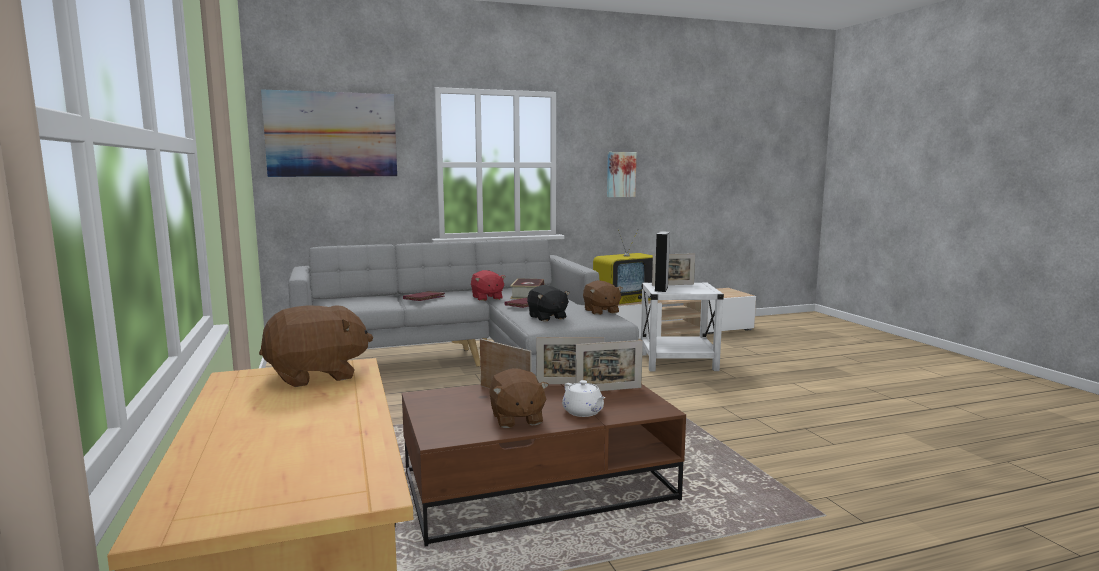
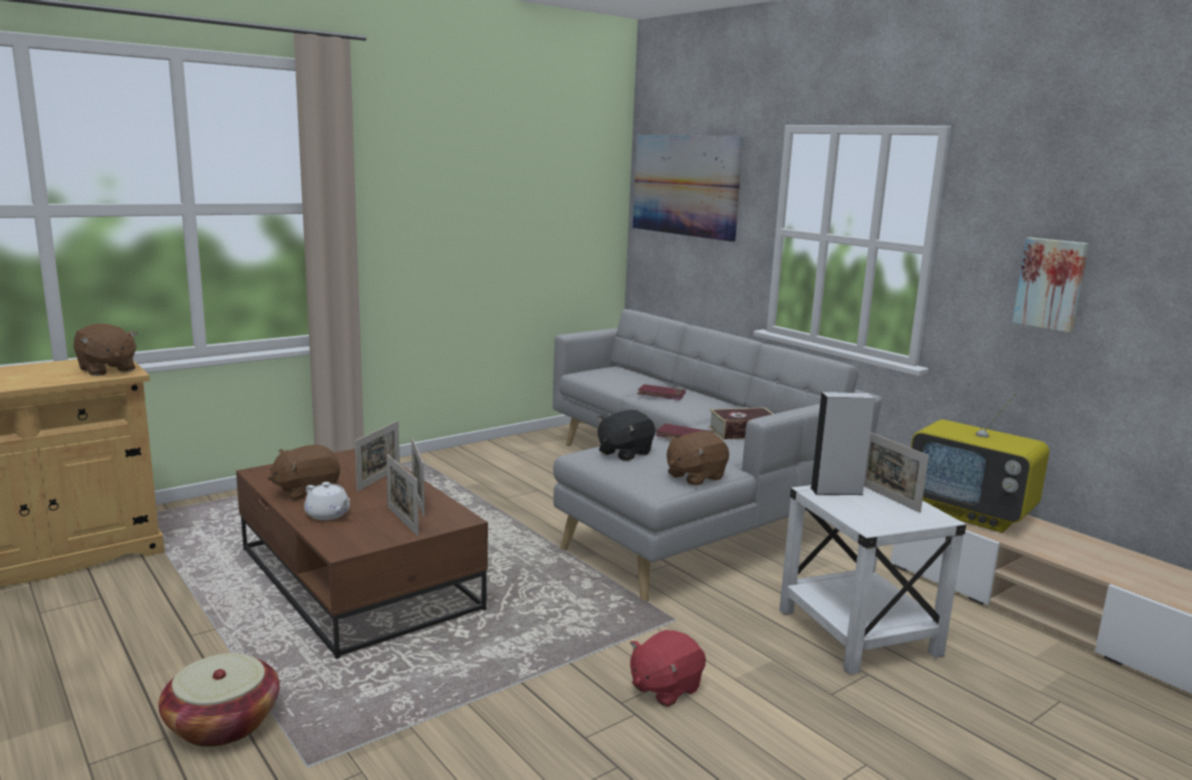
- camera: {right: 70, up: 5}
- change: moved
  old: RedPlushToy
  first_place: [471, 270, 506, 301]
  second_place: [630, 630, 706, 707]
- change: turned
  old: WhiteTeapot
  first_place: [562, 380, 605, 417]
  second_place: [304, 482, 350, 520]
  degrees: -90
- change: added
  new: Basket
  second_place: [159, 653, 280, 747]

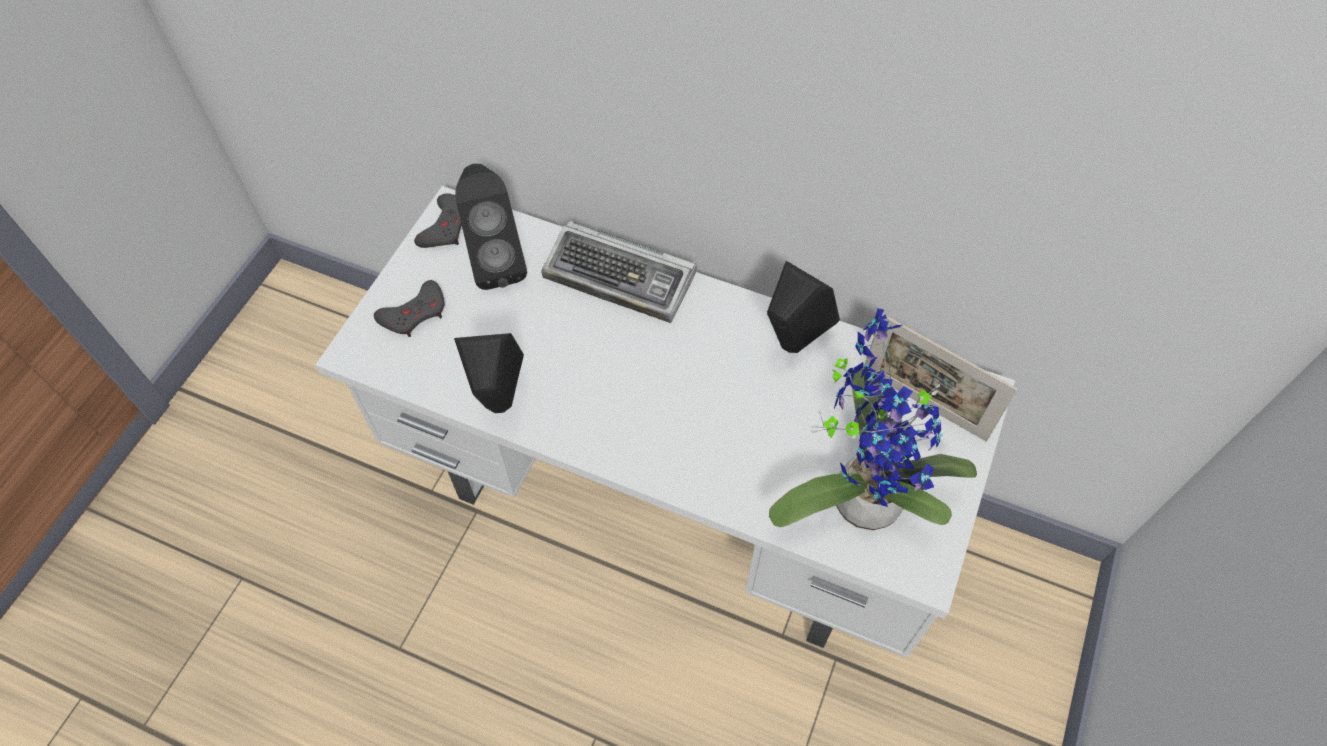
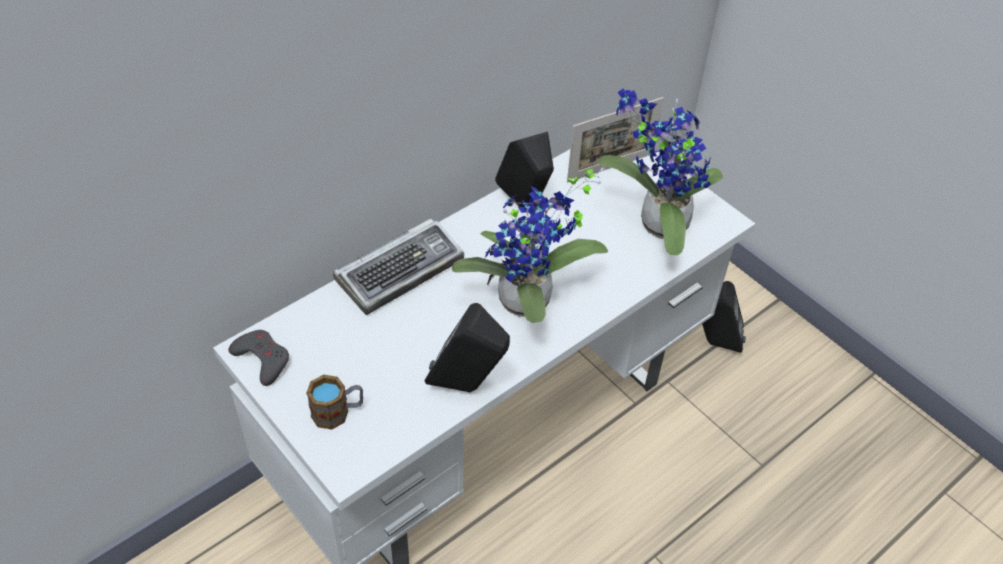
- camera: {right: -65, up: -10}
- change: moved
  old: BlackSpeaker
  first_place: [455, 164, 527, 290]
  second_place: [702, 281, 746, 353]
- change: replaced
  old: GreyGameController
  new: Mug
  first_place: [374, 280, 445, 337]
  second_place: [306, 375, 363, 429]
- change: added
  new: PottedPlant
  second_place: [452, 168, 608, 323]

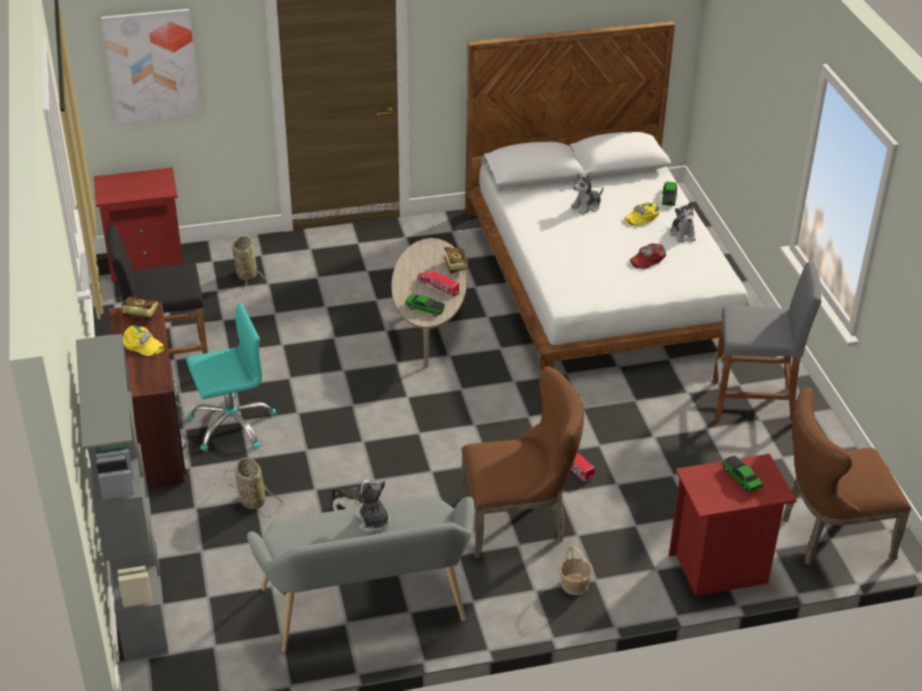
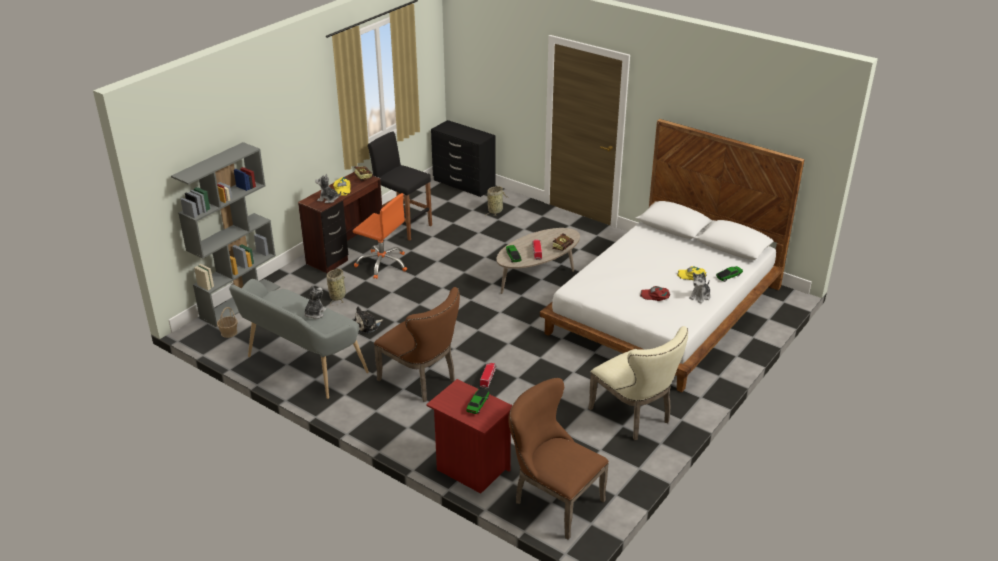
- camera: {right: 50, up: -5}
- change: removed
  old: Picture
  first_place: [101, 9, 201, 124]
- change: replaced
  old: RedNightstand
  new: BlackDresser
  first_place: [94, 167, 183, 282]
  second_place: [431, 120, 496, 197]
- change: moved
  old: PlushToy
  first_place: [571, 173, 604, 215]
  second_place: [315, 174, 341, 203]
- change: replaced
  old: GreyStool
  new: BeigeChair
  first_place: [713, 261, 821, 425]
  second_place: [588, 326, 688, 440]
- change: recoloured
  old: TurquoiseOfficeChair
  new: OrangeOfficeChair
  first_place: [186, 302, 277, 452]
  second_place: [353, 193, 407, 279]
- change: moved
  old: Basket
  first_place: [559, 546, 593, 595]
  second_place: [217, 307, 238, 338]

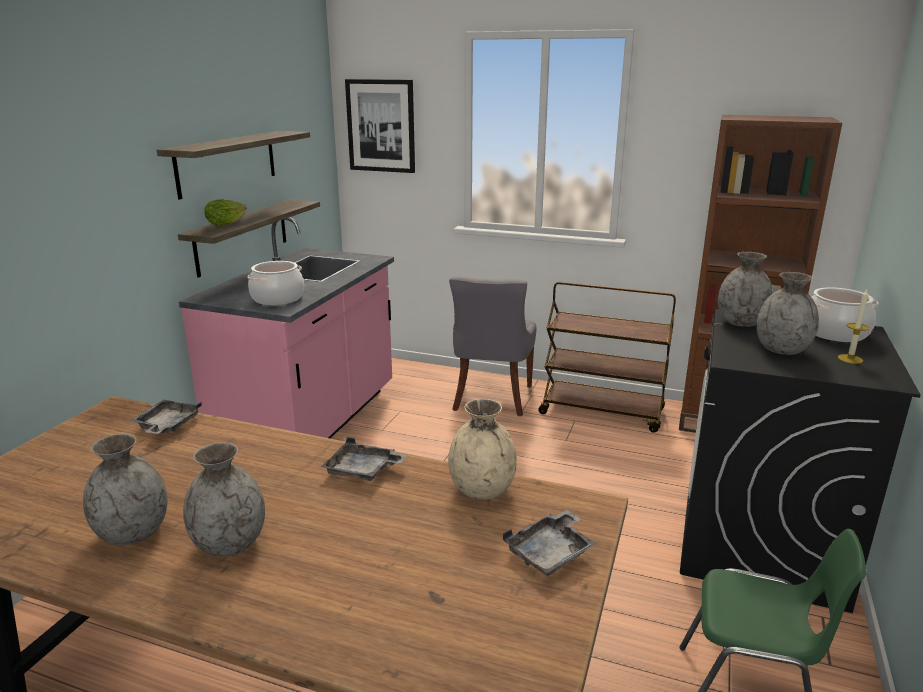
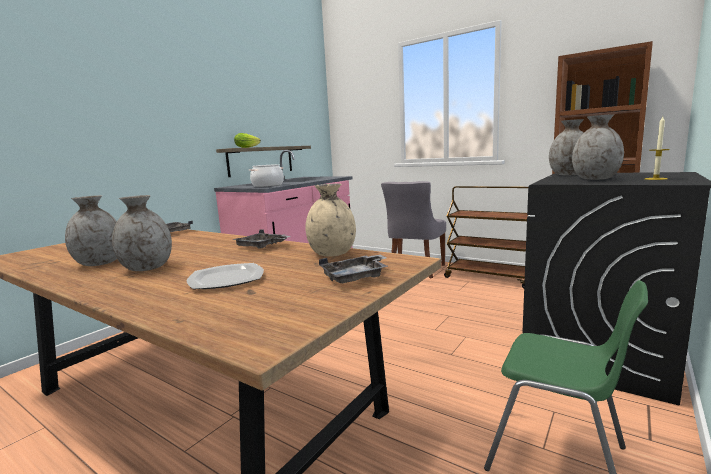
- camera: {right: 15, up: -10}
- change: removed
  old: Picture
  first_place: [345, 79, 415, 173]
- change: removed
  old: Shelf
  first_place: [157, 131, 310, 200]
- change: removed
  old: CookingPot
  first_place: [812, 287, 879, 342]
- change: added
  new: Plate
  second_place: [186, 263, 264, 289]

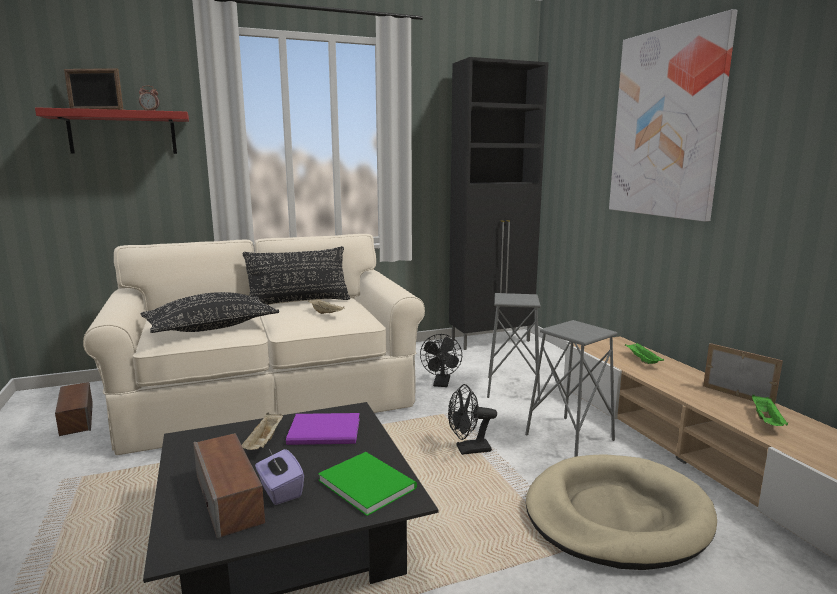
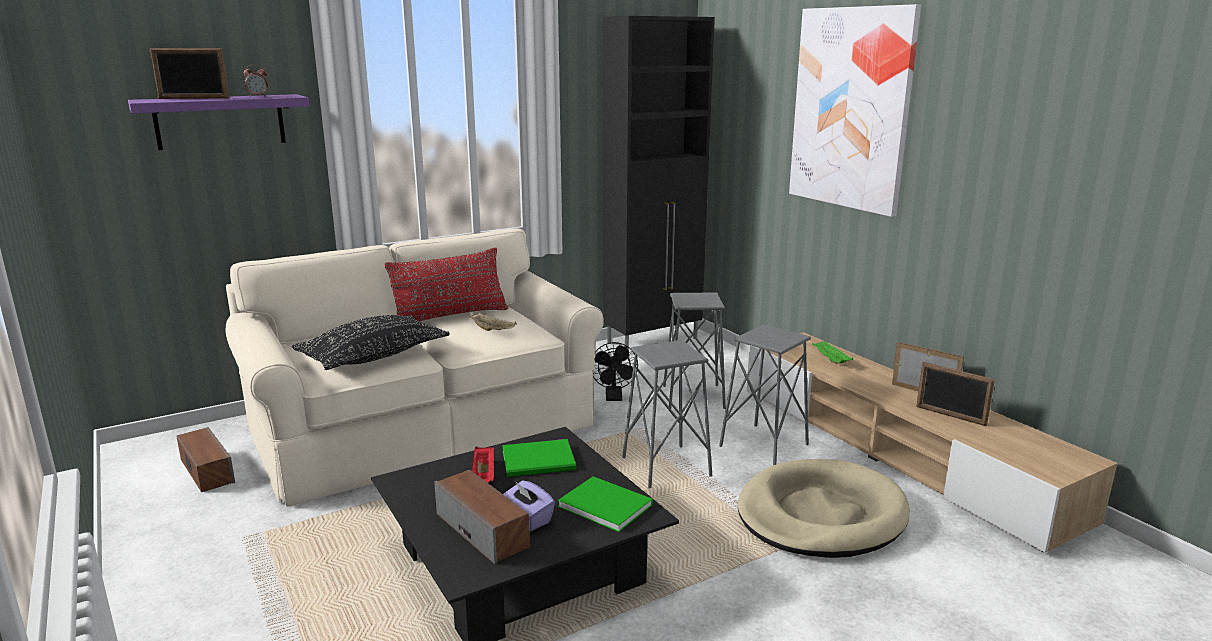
- camera: {right: -10, up: 5}
- change: recoloured
  old: RedShelf
  new: PurpleShelf
  first_place: [35, 107, 189, 154]
  second_place: [128, 94, 309, 150]
- change: recoloured
  old: BlackPillow
  new: RedPillow
  first_place: [243, 246, 350, 305]
  second_place: [385, 248, 508, 322]
- change: replaced
  old: BlackFan
  new: GreyStool
  first_place: [448, 384, 497, 455]
  second_place: [622, 340, 712, 488]
- change: replaced
  old: GreenTray
  new: PictureFrame
  first_place: [752, 394, 789, 426]
  second_place: [916, 362, 995, 426]
- change: recoloured
  old: BeigeTray
  new: RedTray
  first_place: [242, 412, 283, 450]
  second_place: [472, 446, 494, 483]
- change: recoloured
  old: PurpleBook
  new: GreenBook
  first_place: [286, 413, 360, 445]
  second_place: [502, 439, 576, 477]

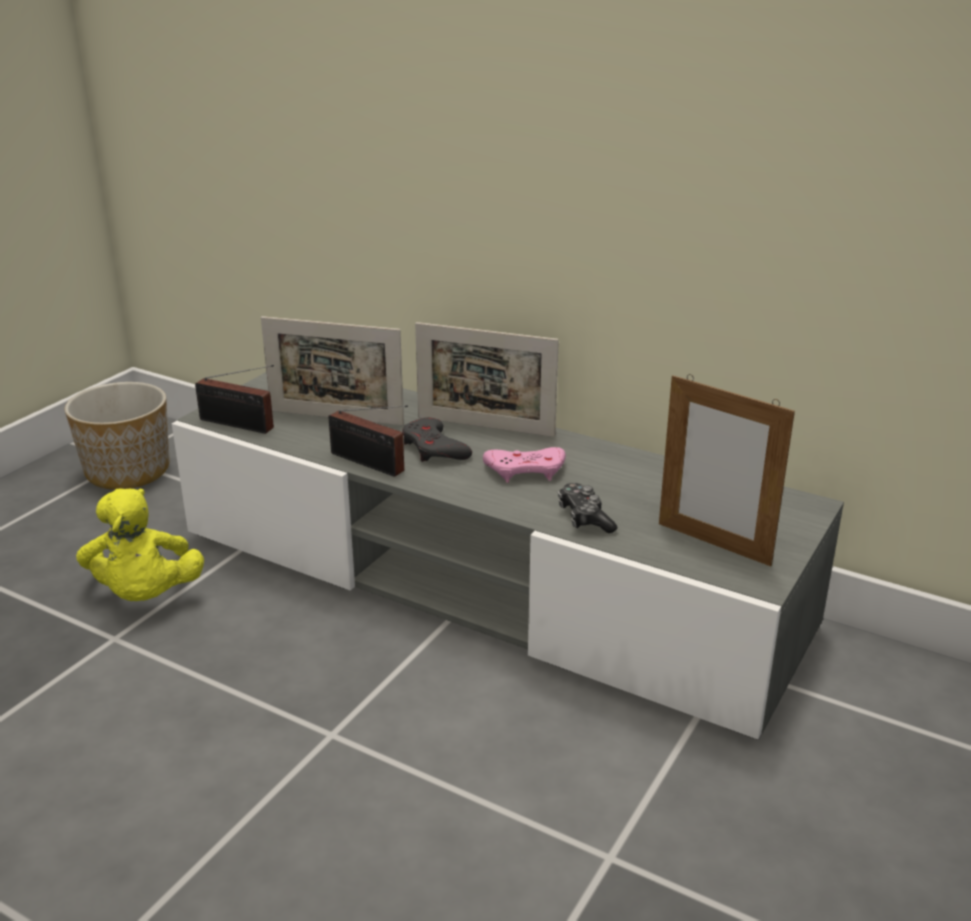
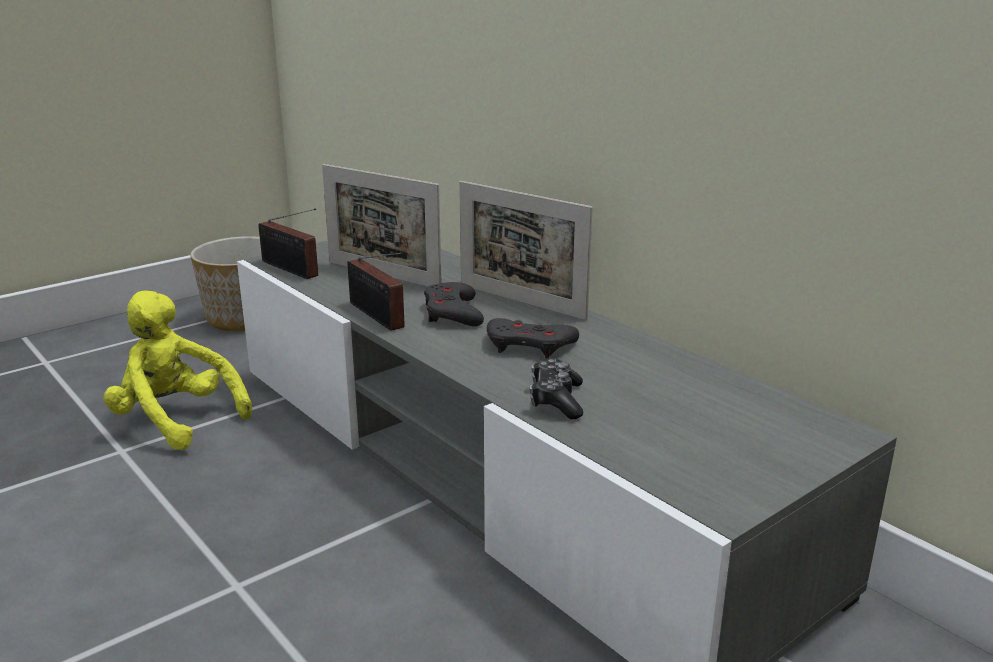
- camera: {right: 20, up: -5}
- change: removed
  old: PictureFrame
  first_place: [659, 374, 795, 566]
- change: recoloured
  old: PinkGameController
  new: GreyGameController
  first_place: [483, 447, 566, 483]
  second_place: [487, 318, 579, 358]
- change: turned
  old: YellowPlushToy
  first_place: [76, 489, 204, 601]
  second_place: [103, 291, 252, 450]
  degrees: 120

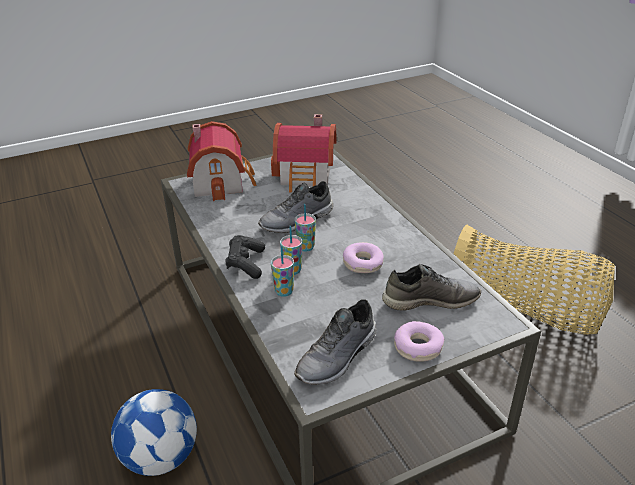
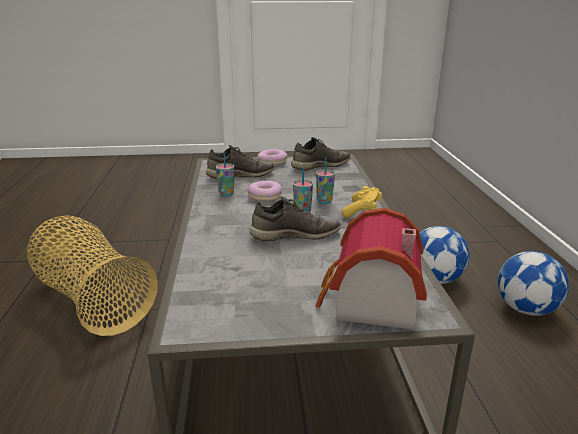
- camera: {right: -160, up: -10}
- change: removed
  old: ToyHouse
  first_place: [271, 114, 337, 193]
- change: recoloured
  old: BlackGameController
  new: YellowGameController
  first_place: [225, 235, 265, 279]
  second_place: [341, 186, 382, 218]
- change: moved
  old: Cup
  first_place: [271, 246, 294, 297]
  second_place: [216, 151, 234, 197]
- change: turned
  old: GreyShoe
  first_place: [382, 264, 481, 311]
  second_place: [206, 145, 275, 179]
  degrees: 150
- change: added
  new: Football
  second_place: [498, 251, 569, 316]

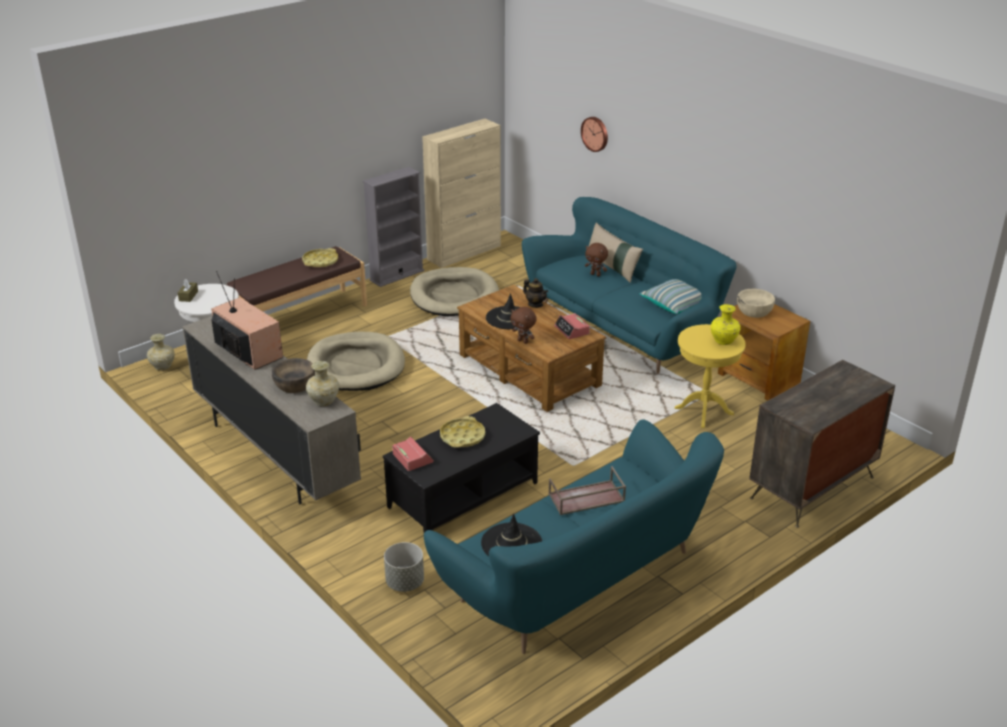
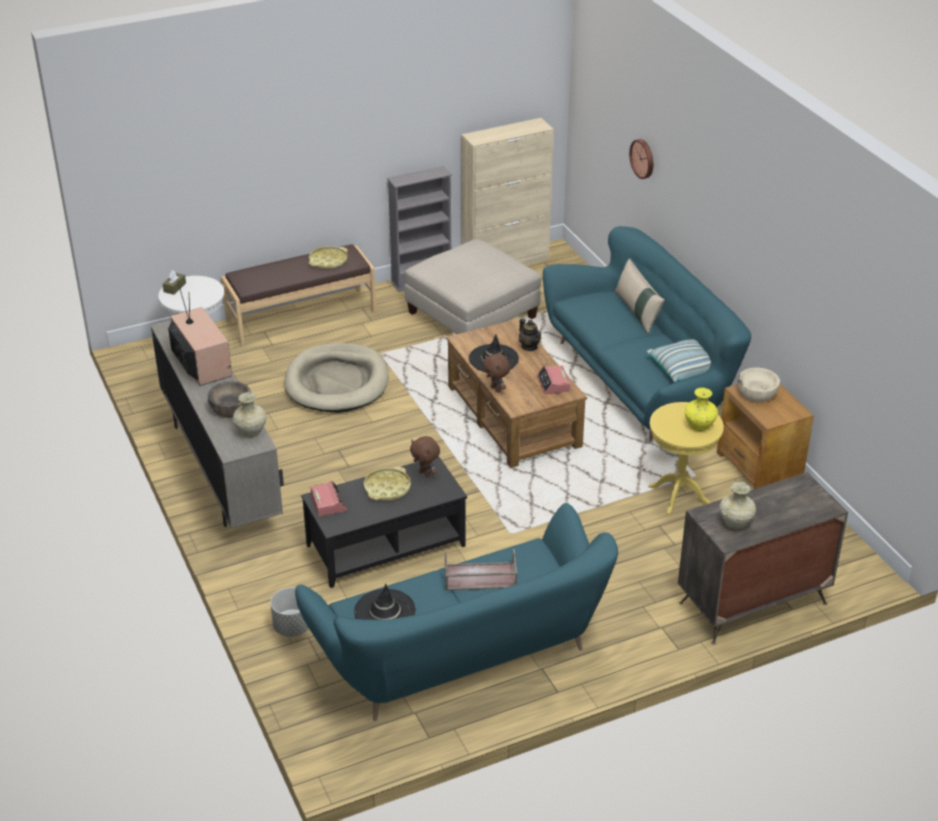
- camera: {right: 15, up: 5}
- change: moved
  old: BrownPlushToy
  first_place: [585, 243, 608, 276]
  second_place: [410, 436, 440, 477]
- change: replaced
  old: BeigeDogBed
  new: BeigeOttoman
  first_place: [410, 267, 499, 316]
  second_place: [405, 239, 541, 334]
- change: moved
  old: BeigeVase
  first_place: [147, 334, 175, 370]
  second_place: [720, 482, 756, 530]

